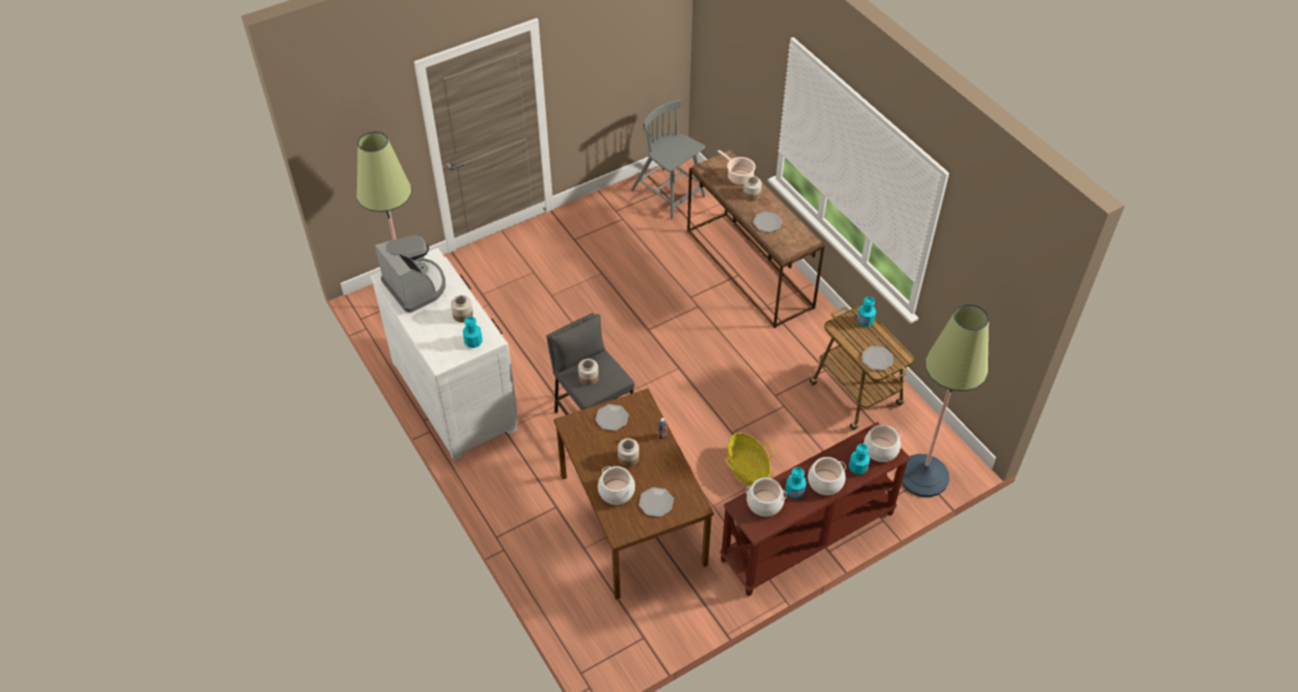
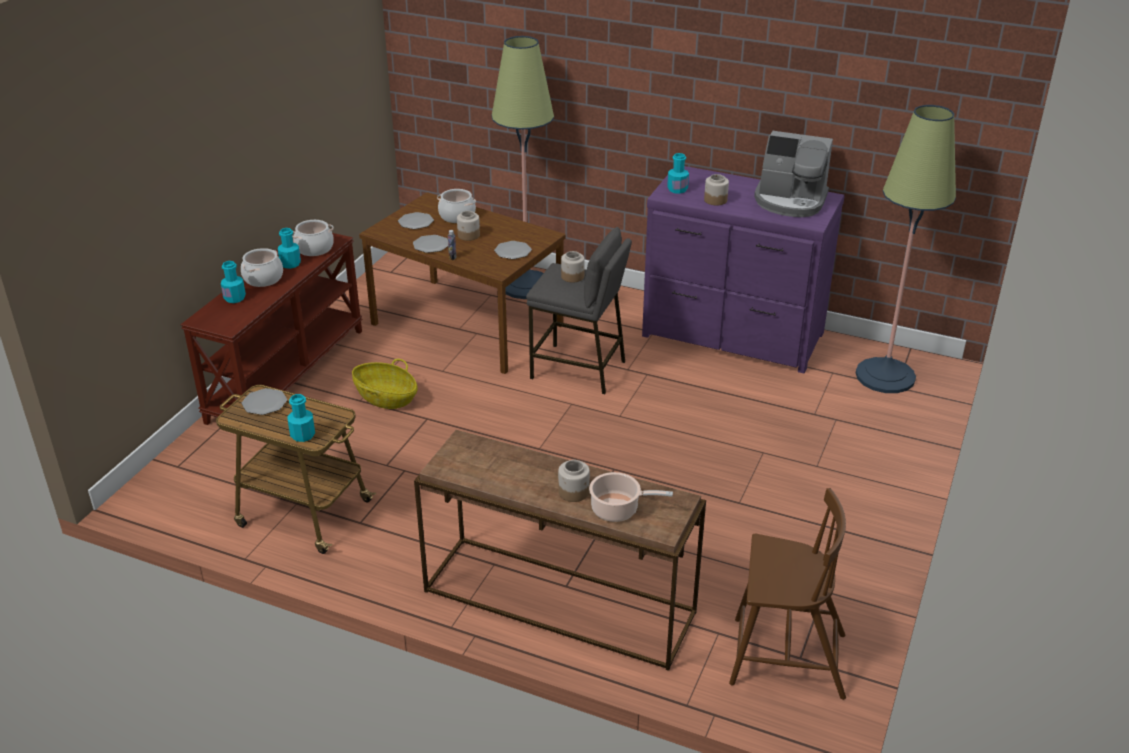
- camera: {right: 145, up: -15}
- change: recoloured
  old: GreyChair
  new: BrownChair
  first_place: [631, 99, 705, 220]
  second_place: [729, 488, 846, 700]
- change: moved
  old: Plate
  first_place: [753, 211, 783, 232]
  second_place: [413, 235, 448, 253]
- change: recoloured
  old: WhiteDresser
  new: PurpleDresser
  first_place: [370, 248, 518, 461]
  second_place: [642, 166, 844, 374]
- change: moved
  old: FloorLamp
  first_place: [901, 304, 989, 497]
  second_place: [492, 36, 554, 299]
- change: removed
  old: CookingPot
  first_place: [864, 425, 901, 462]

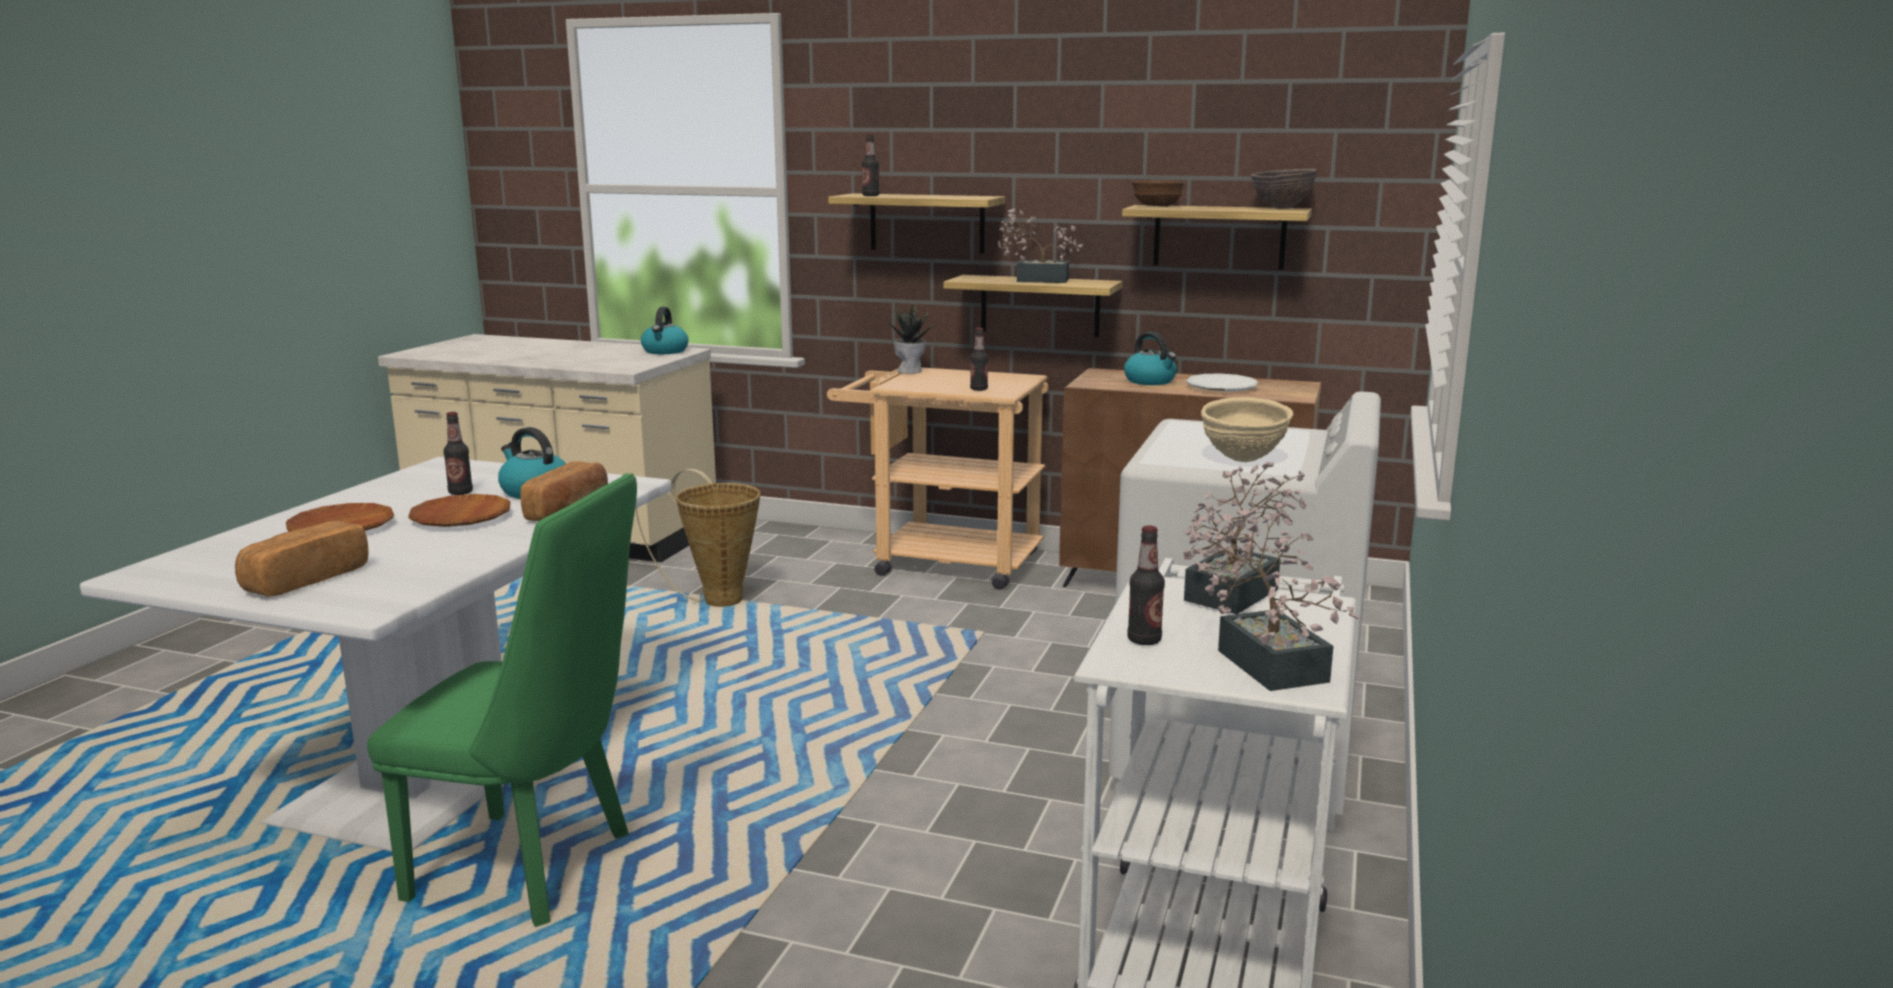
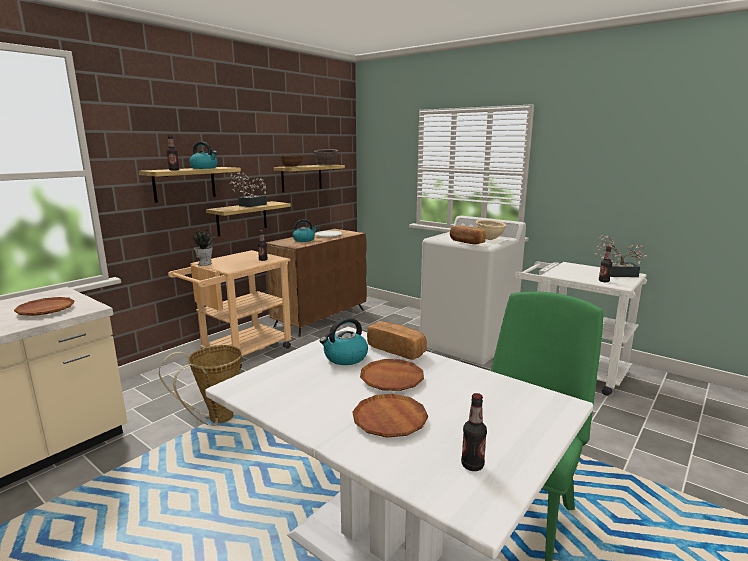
- camera: {right: -70, up: 0}
- change: moved
  old: Kettle
  first_place: [641, 307, 689, 354]
  second_place: [189, 142, 218, 169]
- change: moved
  old: Bottle
  first_place: [443, 412, 473, 495]
  second_place: [461, 393, 487, 471]
- change: removed
  old: PottedPlant
  first_place: [1183, 461, 1306, 614]
- change: moved
  old: Bread
  first_place: [235, 521, 368, 597]
  second_place: [450, 225, 486, 245]
- change: added
  new: BrownPlate
  second_place: [14, 297, 75, 316]

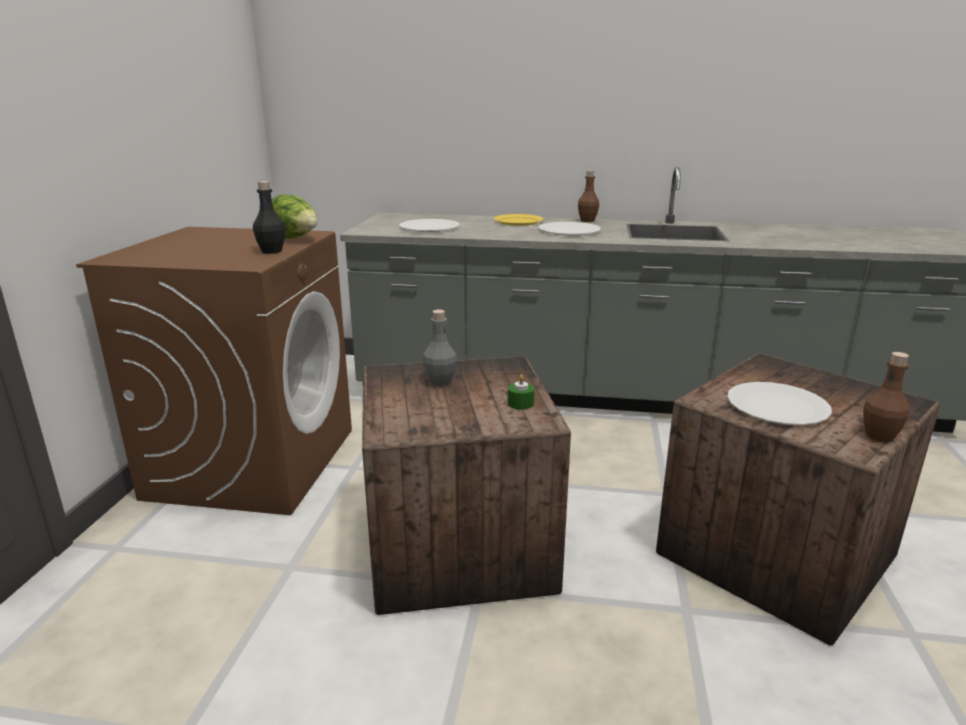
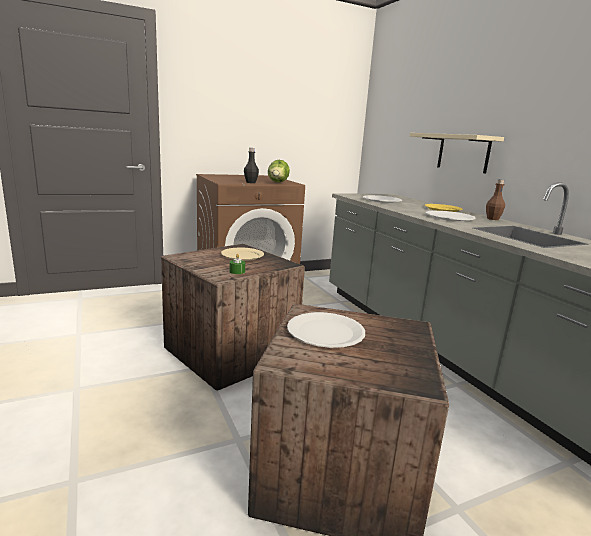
- camera: {right: 55, up: -5}
- change: replaced
  old: GreyBottle
  new: BeigePlate
  first_place: [423, 310, 457, 387]
  second_place: [221, 248, 264, 261]
- change: removed
  old: BrownBottle
  first_place: [863, 352, 910, 442]
- change: added
  new: BeigeShelf
  second_place: [410, 133, 504, 174]

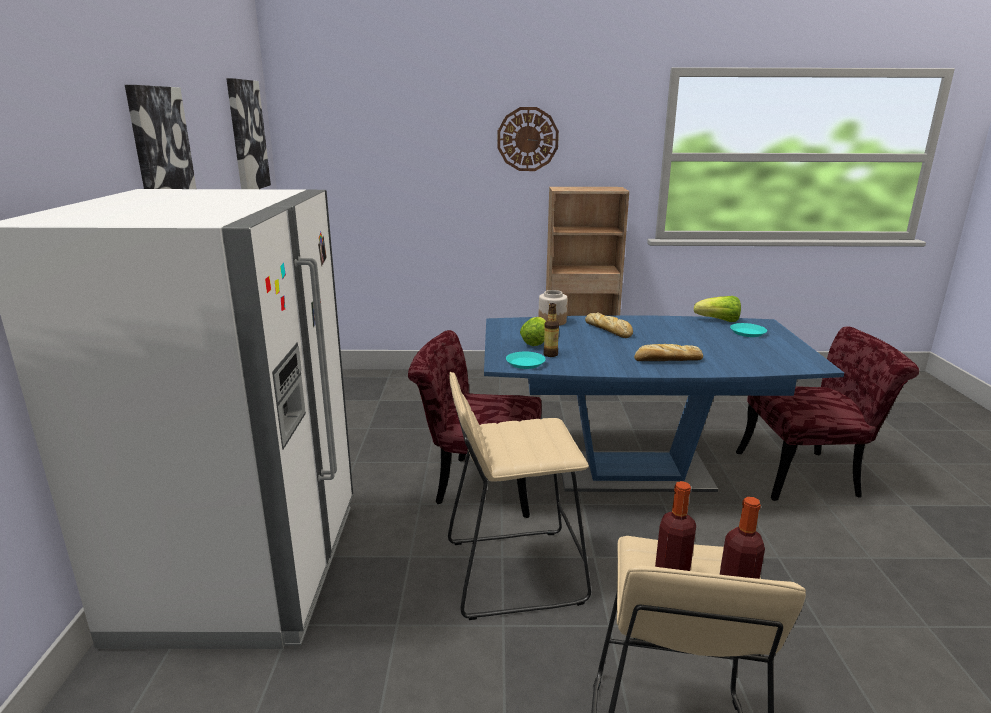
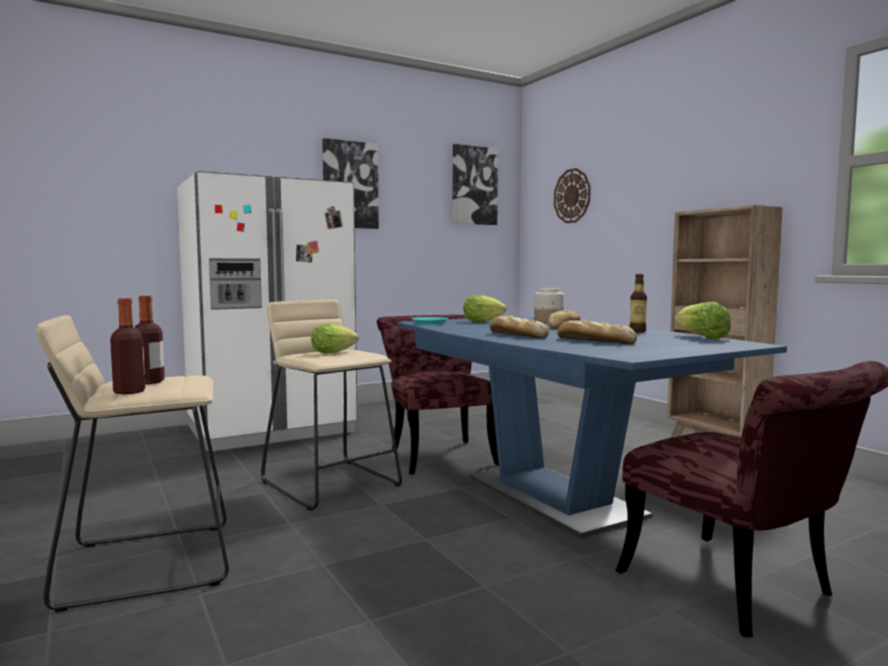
- camera: {right: 60, up: -15}
- change: moved
  old: WallClock
  first_place: [497, 107, 559, 171]
  second_place: [554, 168, 591, 223]
- change: moved
  old: Bottle
  first_place: [543, 303, 559, 357]
  second_place: [630, 274, 647, 333]
- change: removed
  old: TurquoisePlate
  first_place: [730, 323, 767, 337]
- change: added
  new: Bread
  second_place: [557, 320, 637, 344]
- change: added
  new: Lettuce
  second_place: [311, 324, 359, 353]

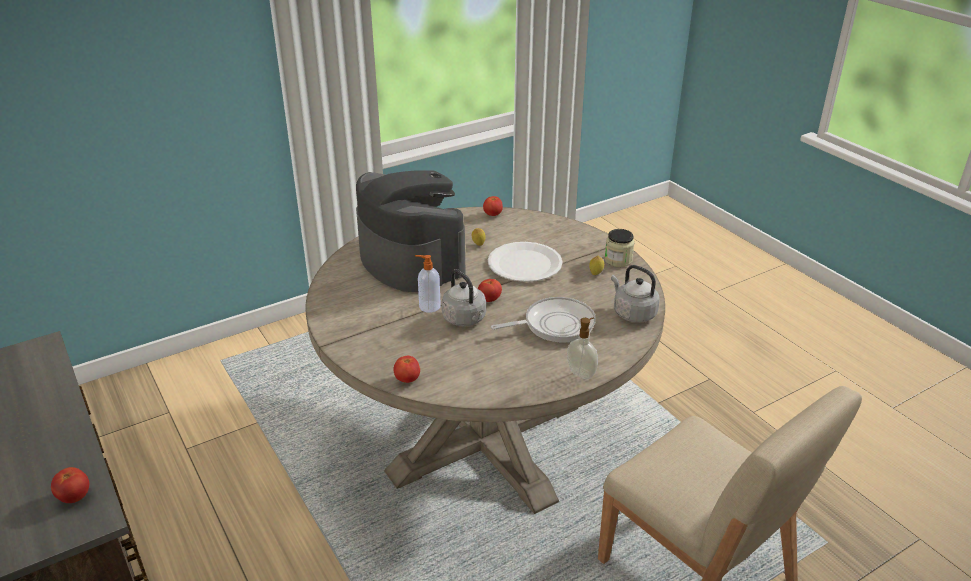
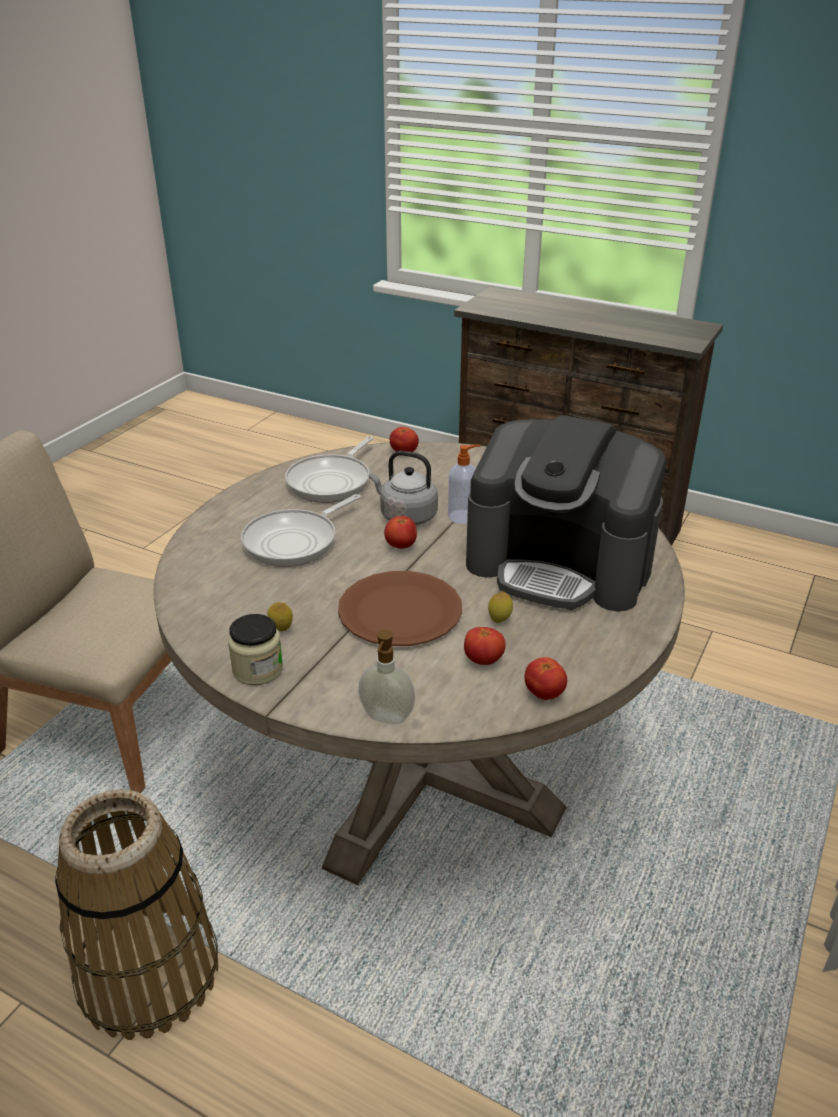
- camera: {right: 150, up: 0}
- change: recoloured
  old: WhitePlate
  new: BrownPlate
  first_place: [488, 242, 563, 282]
  second_place: [338, 571, 462, 646]
- change: removed
  old: GreyKettle
  first_place: [611, 265, 660, 323]
- change: moved
  old: SoapDispenser
  first_place: [567, 318, 598, 379]
  second_place: [358, 630, 415, 724]
- change: moved
  old: Tomato
  first_place: [51, 467, 89, 503]
  second_place: [464, 627, 506, 665]
- change: added
  new: FryingPan
  second_place: [285, 436, 374, 503]
- change: added
  new: Basket
  second_place: [55, 789, 218, 1040]

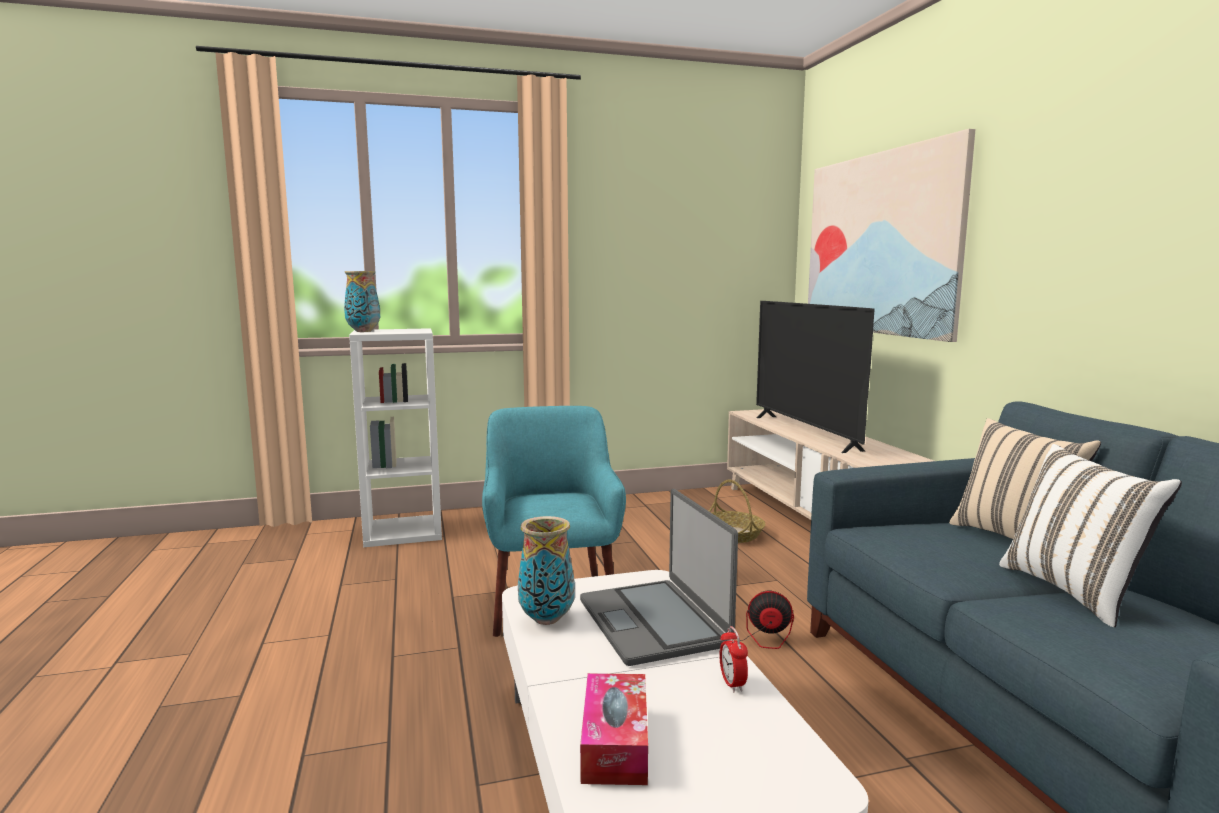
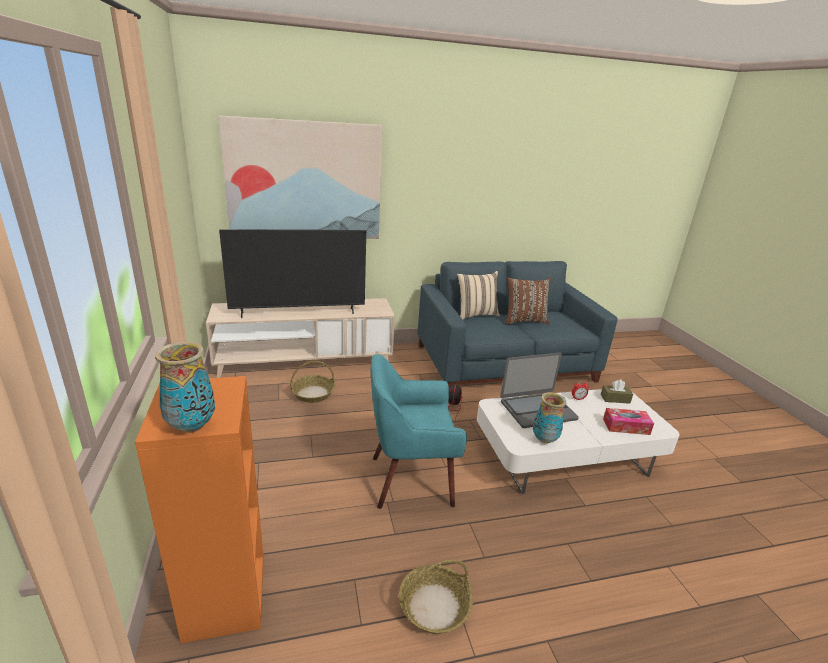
- camera: {right: -90, up: 15}
- change: recoloured
  old: WhiteBookcase
  new: OrangeBookcase
  first_place: [349, 328, 442, 547]
  second_place: [135, 376, 264, 644]
- change: recoloured
  old: WhitePillow
  new: BrownPillow
  first_place: [999, 444, 1182, 627]
  second_place: [505, 277, 551, 325]
- change: added
  new: BrownTissueBox
  second_place: [601, 380, 633, 404]
- change: added
  new: Basket
  second_place: [399, 559, 472, 634]

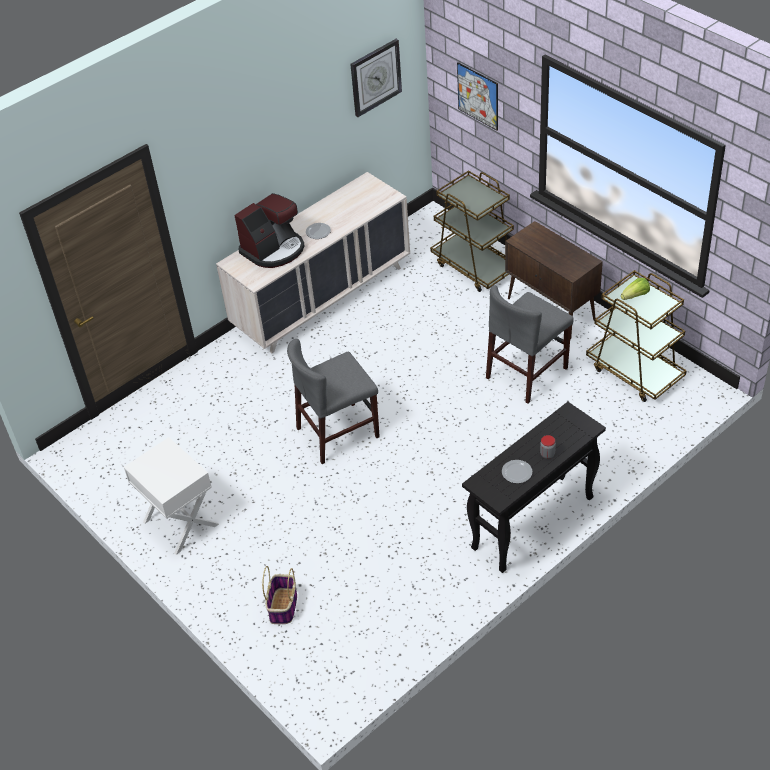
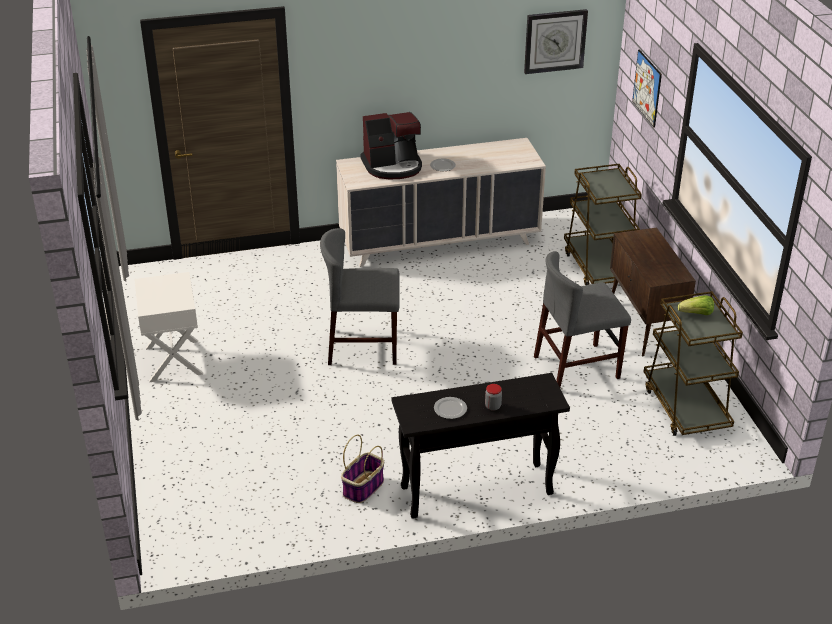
- camera: {right: 25, up: -10}
- change: moved
  old: Basket
  first_place: [262, 566, 297, 624]
  second_place: [341, 435, 384, 503]

